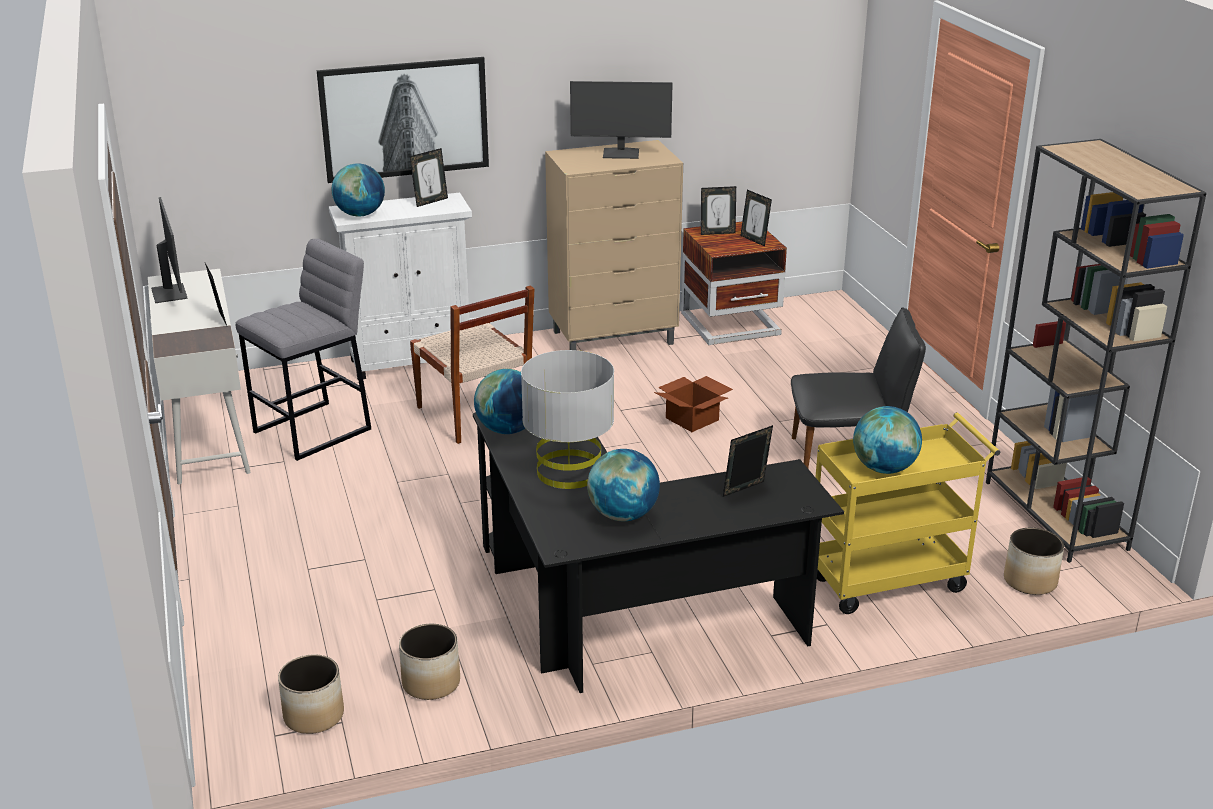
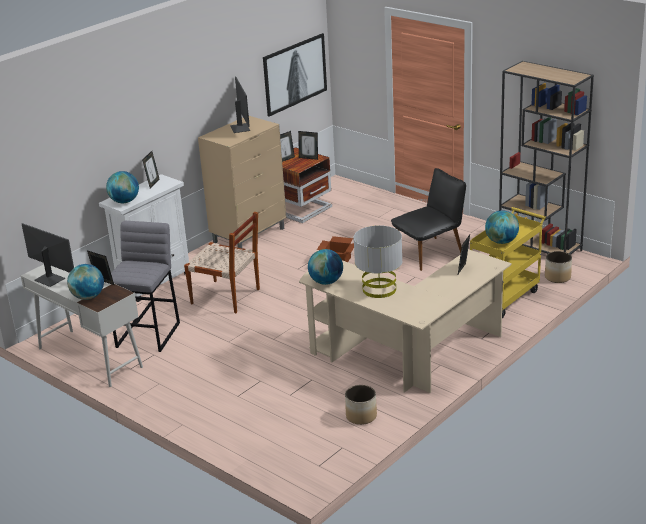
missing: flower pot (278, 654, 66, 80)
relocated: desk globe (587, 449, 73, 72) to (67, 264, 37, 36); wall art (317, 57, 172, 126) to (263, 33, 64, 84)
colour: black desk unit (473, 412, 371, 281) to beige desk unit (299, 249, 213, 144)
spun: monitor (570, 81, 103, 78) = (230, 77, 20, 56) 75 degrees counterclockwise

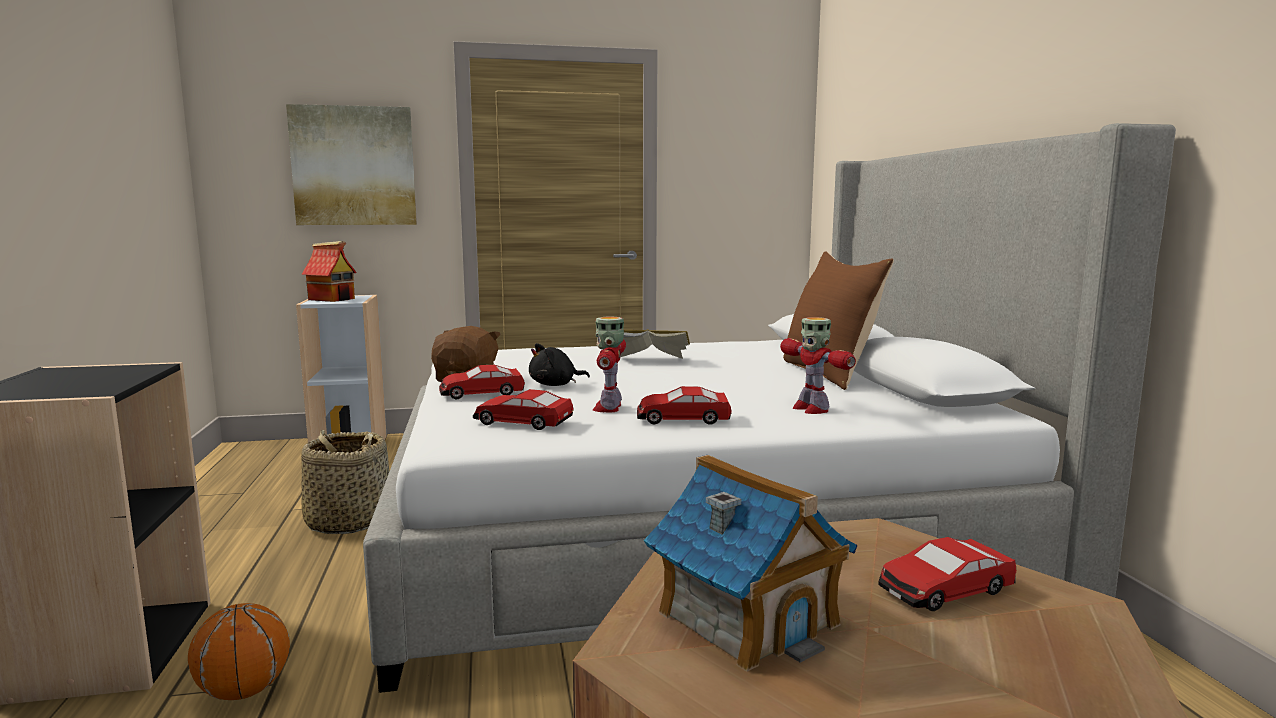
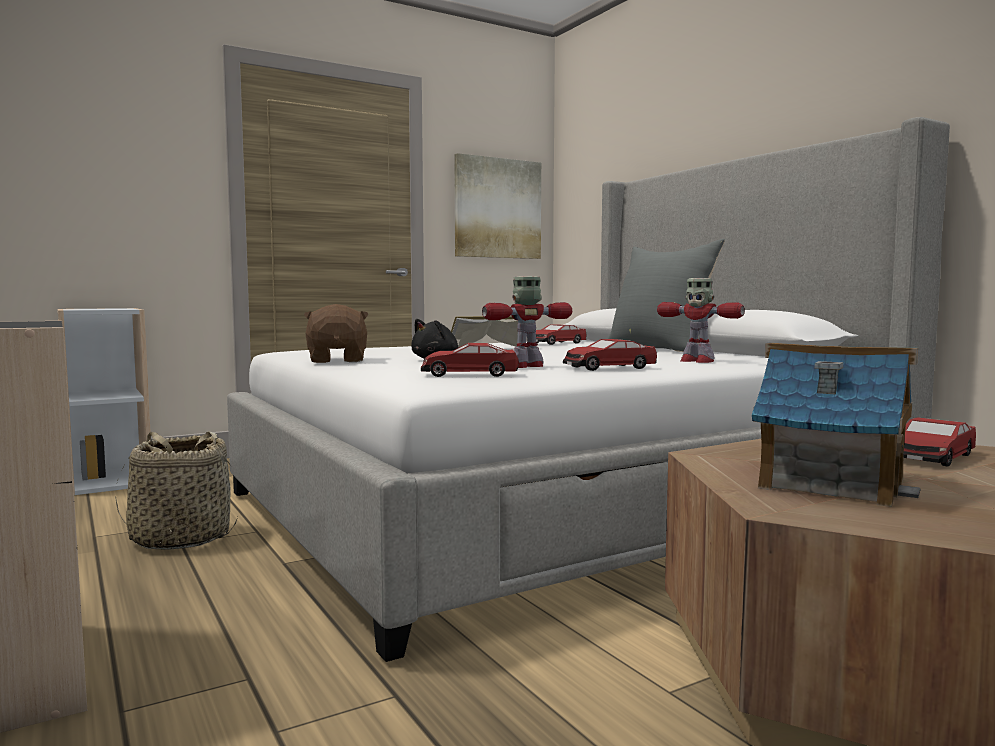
missing: basketball (188, 603, 102, 97); model house (301, 241, 56, 61)
relocated: wall art (286, 104, 131, 121) to (454, 153, 87, 106); miniature car (439, 365, 86, 34) to (536, 325, 51, 20)
colour: brown-coloured cushion (783, 252, 111, 138) to grey cushion (607, 239, 118, 113)
spun: robot figure (593, 316, 33, 97) = (482, 276, 90, 92) 75 degrees clockwise

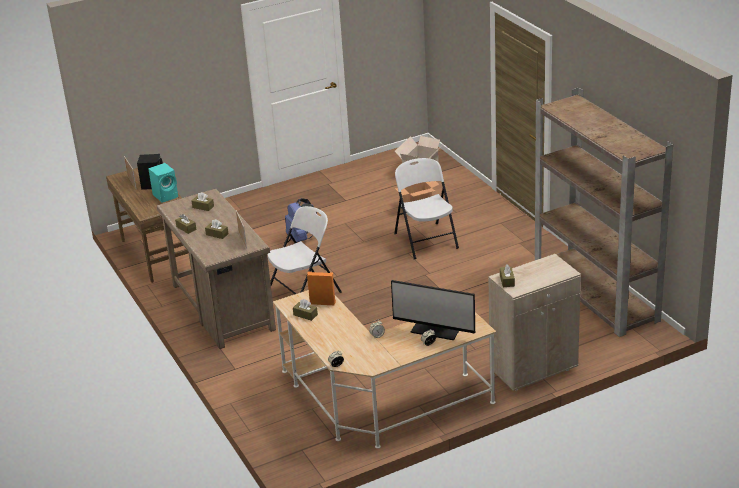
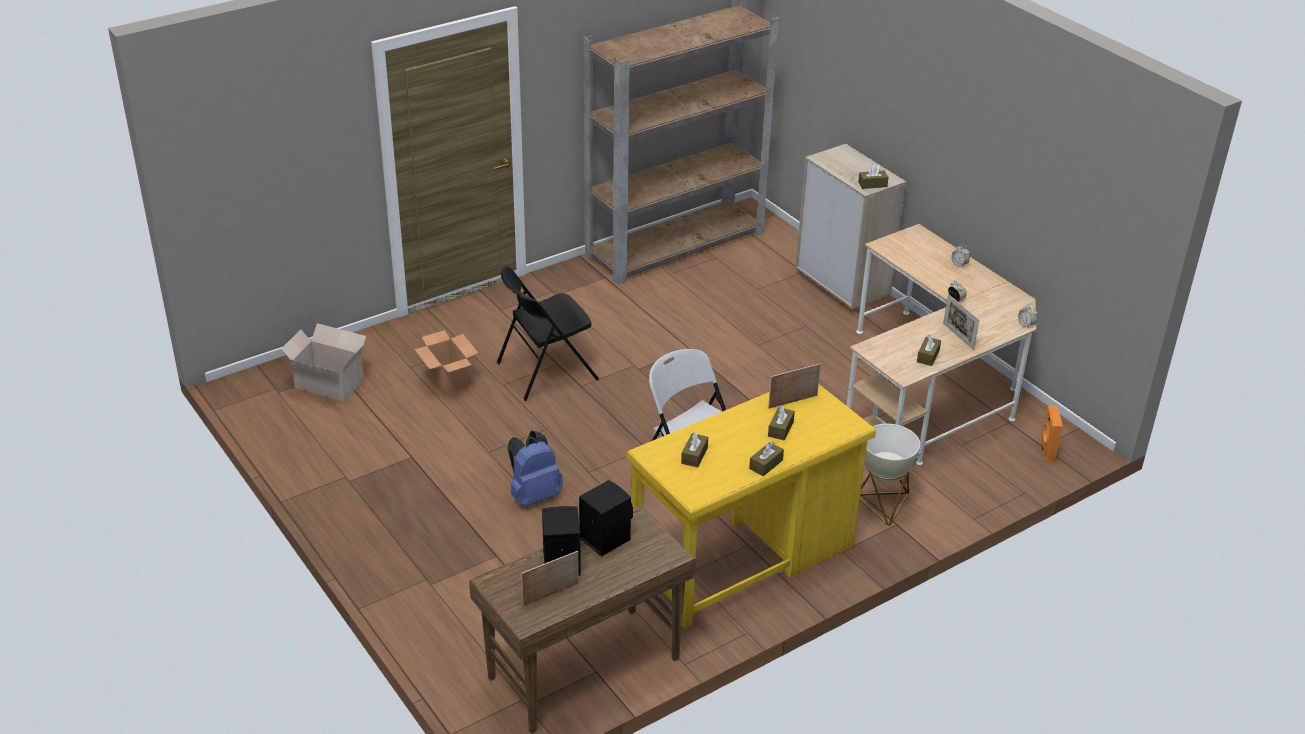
missing: monitor (391, 280, 84, 60)
appeared: flower pot (860, 424, 60, 101); picture frame (943, 294, 36, 56)
relocated: orange-coloured loudspeaker (307, 272, 29, 33) to (1040, 405, 23, 57)
colour: white-coloured upright chair (394, 158, 65, 101) to black upright chair (497, 266, 102, 135); blue-green loudspeaker (148, 163, 30, 39) to black loudspeaker (579, 480, 54, 77); brown-coloured desk unit (157, 188, 119, 161) to yellow-coloured desk unit (626, 384, 250, 245)

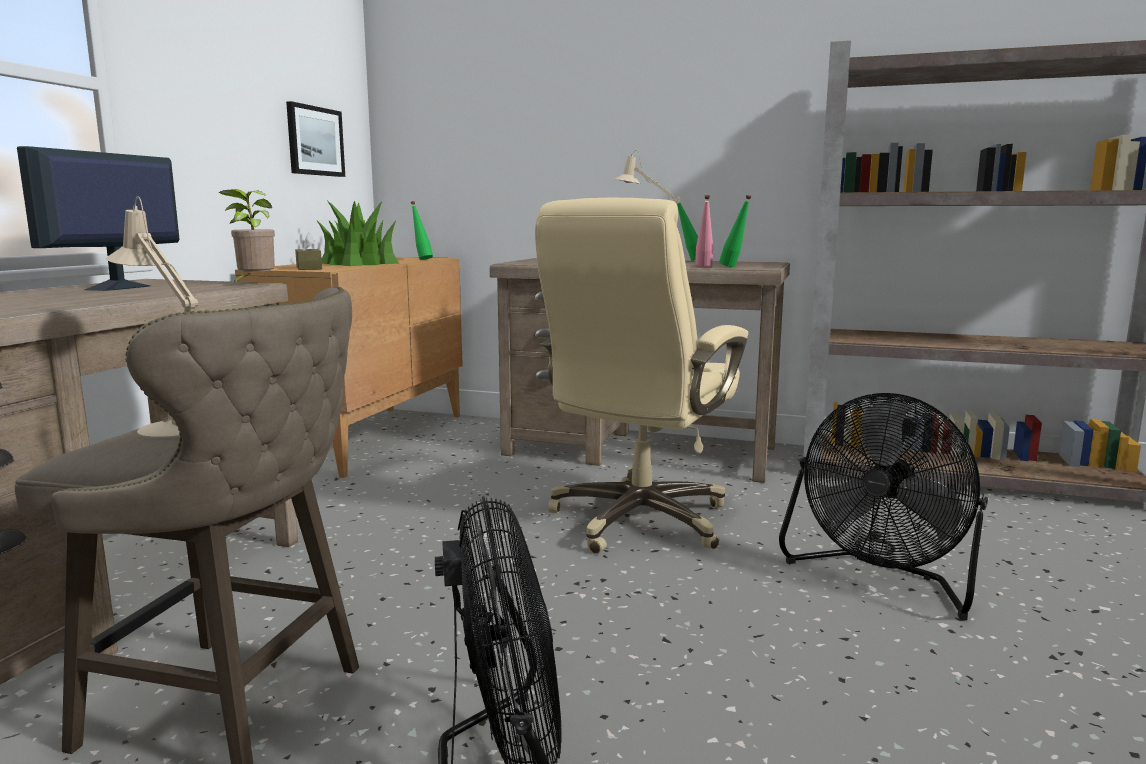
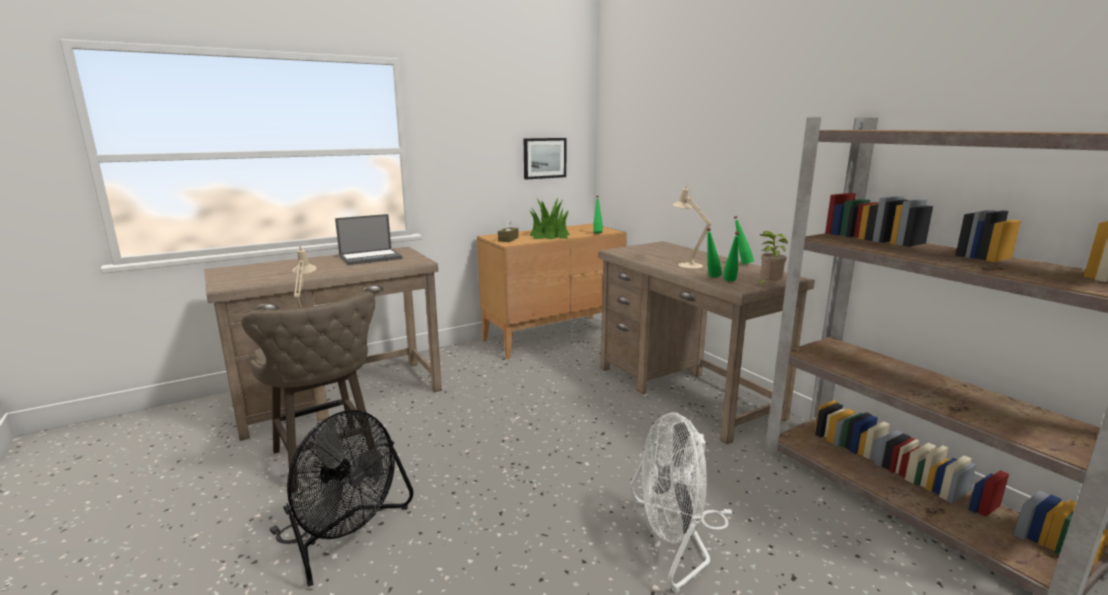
missing: beige computer chair (535, 198, 213, 356)
relocated: plant in a pot (219, 189, 56, 94) to (756, 231, 32, 55)
exchanged: monitor (17, 146, 162, 145) to laptop (335, 214, 67, 51)
colour: black fan (779, 393, 209, 227) to white-coloured fan (630, 412, 105, 182); pink beverage bottle (695, 195, 18, 72) to green beverage bottle (707, 228, 15, 50)

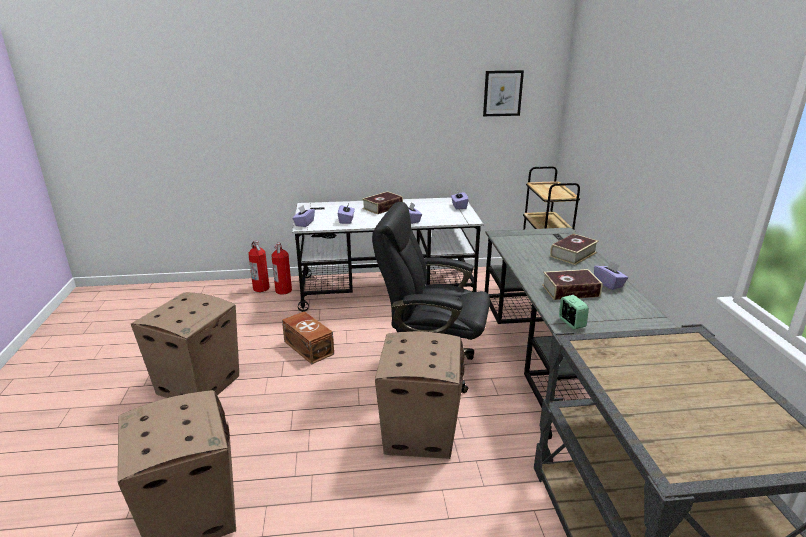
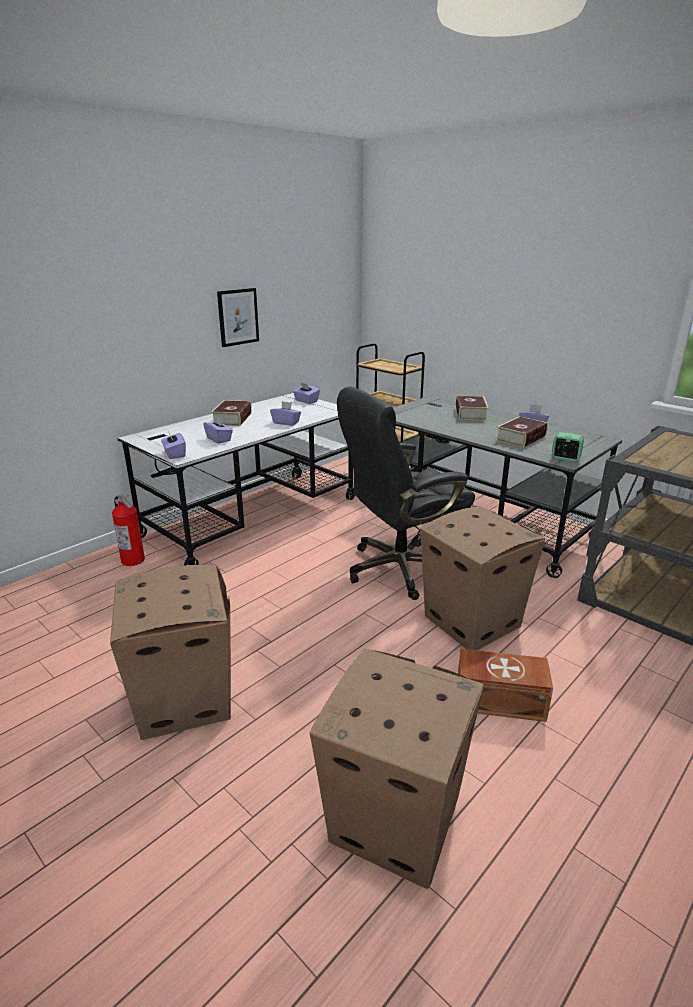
missing: fire extinguisher (248, 241, 22, 51)
relocated: wall art (483, 70, 41, 46) to (217, 288, 42, 59); brown-coloured storage box (282, 311, 52, 53) to (458, 649, 95, 73)

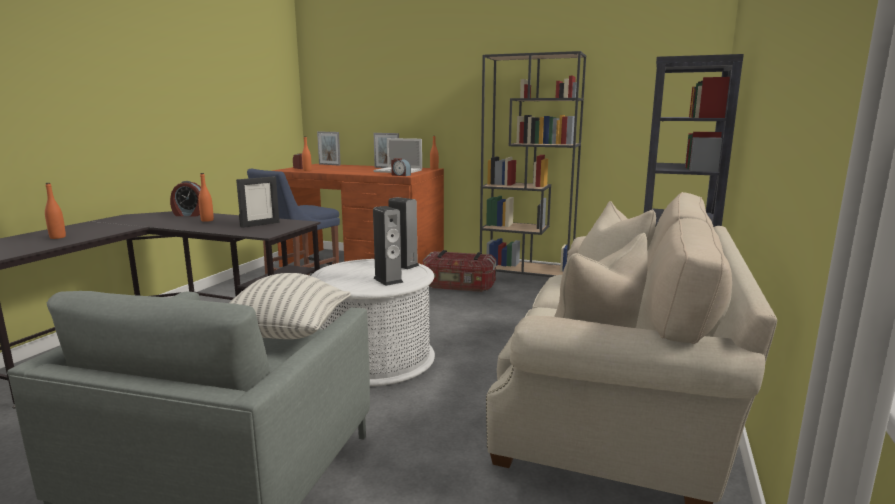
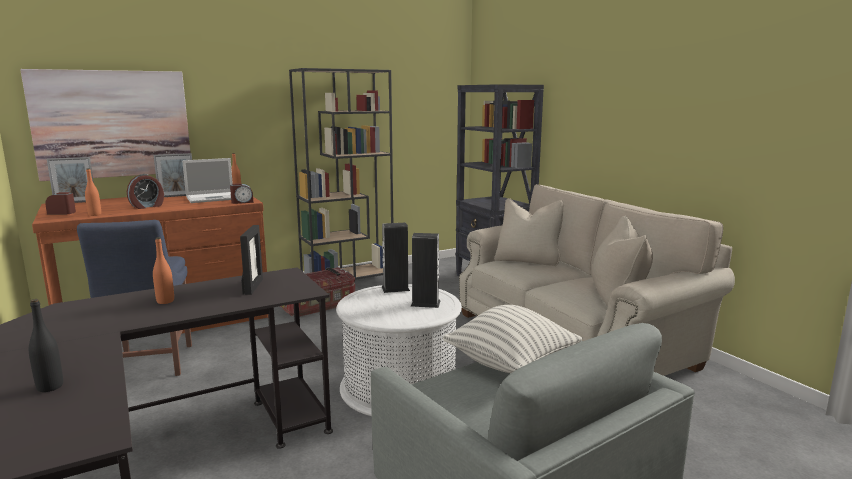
appeared: wall art (20, 69, 171, 112)
relocated: bedside clock (170, 181, 31, 36) to (127, 174, 37, 35)
colour: orange-coloured beverage bottle (45, 183, 21, 56) to black beverage bottle (29, 299, 34, 93)

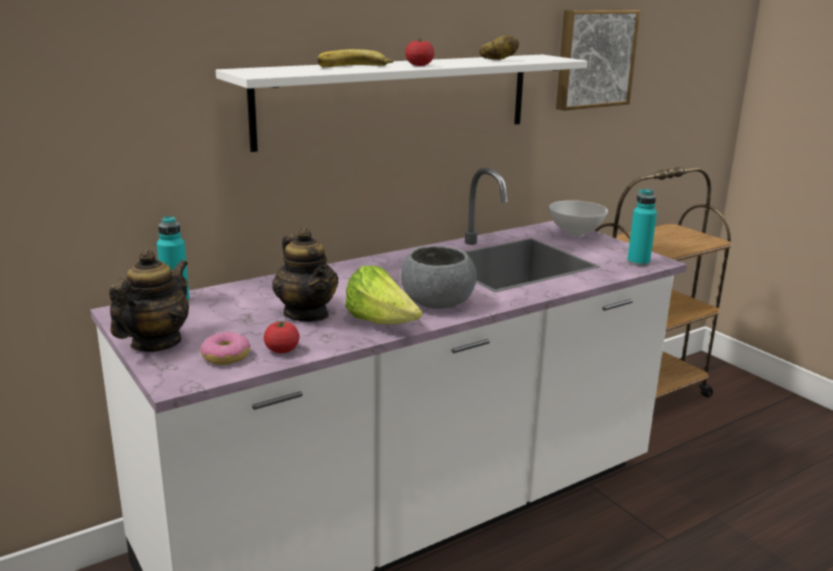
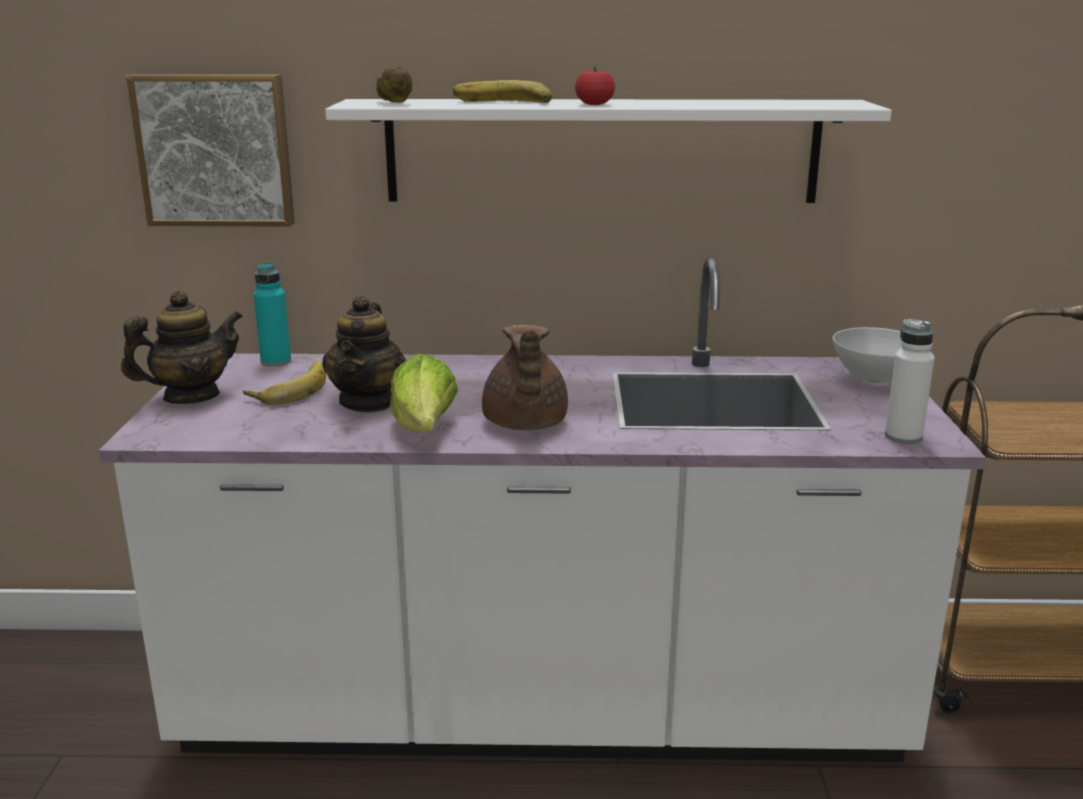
missing: doughnut (200, 331, 51, 34); fresh tomato (264, 320, 36, 33)
appeared: banana (243, 361, 83, 44)
relocated: wall art (556, 9, 85, 102) to (126, 74, 169, 153); spud (479, 35, 40, 25) to (376, 66, 37, 37)
exchanged: grey bowl (401, 246, 76, 63) to brown-coloured pot for tea (482, 325, 86, 105)
colour: blue-green beverage bottle (627, 189, 30, 77) to white-coloured beverage bottle (885, 319, 50, 125)

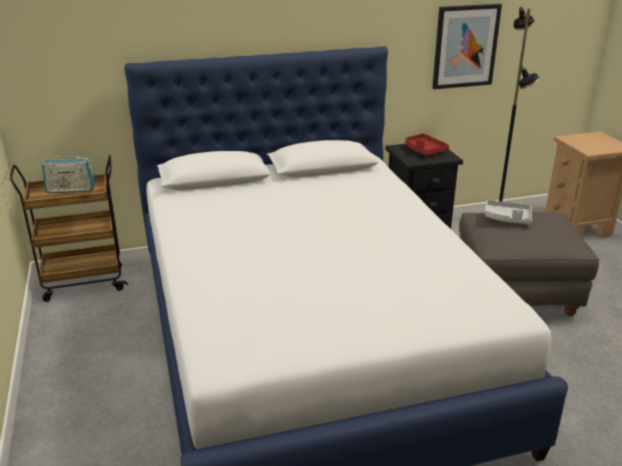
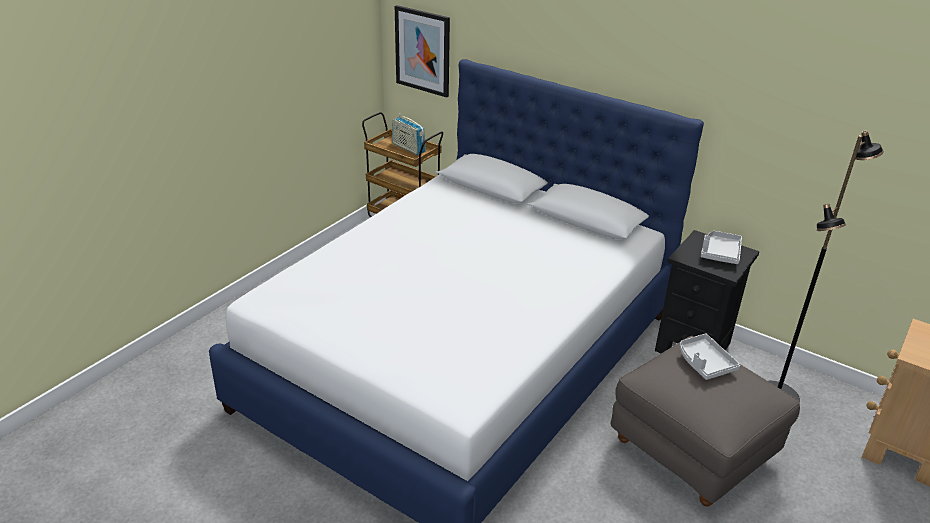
relocated: wall art (432, 4, 70, 85) to (395, 5, 55, 93)
colour: red carrying tray (405, 134, 44, 21) to grey carrying tray (701, 231, 41, 33)

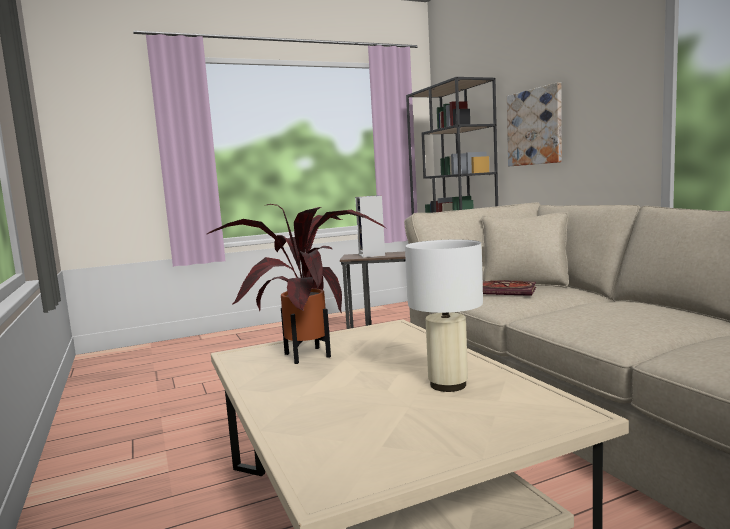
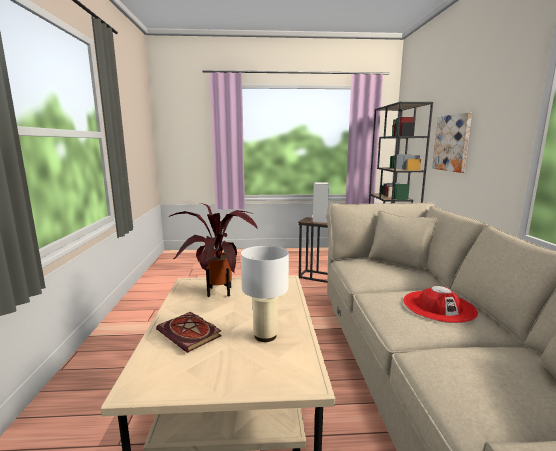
appeared: red hat (403, 286, 75, 37)
relocated: volume (483, 280, 53, 16) to (156, 312, 66, 41)

